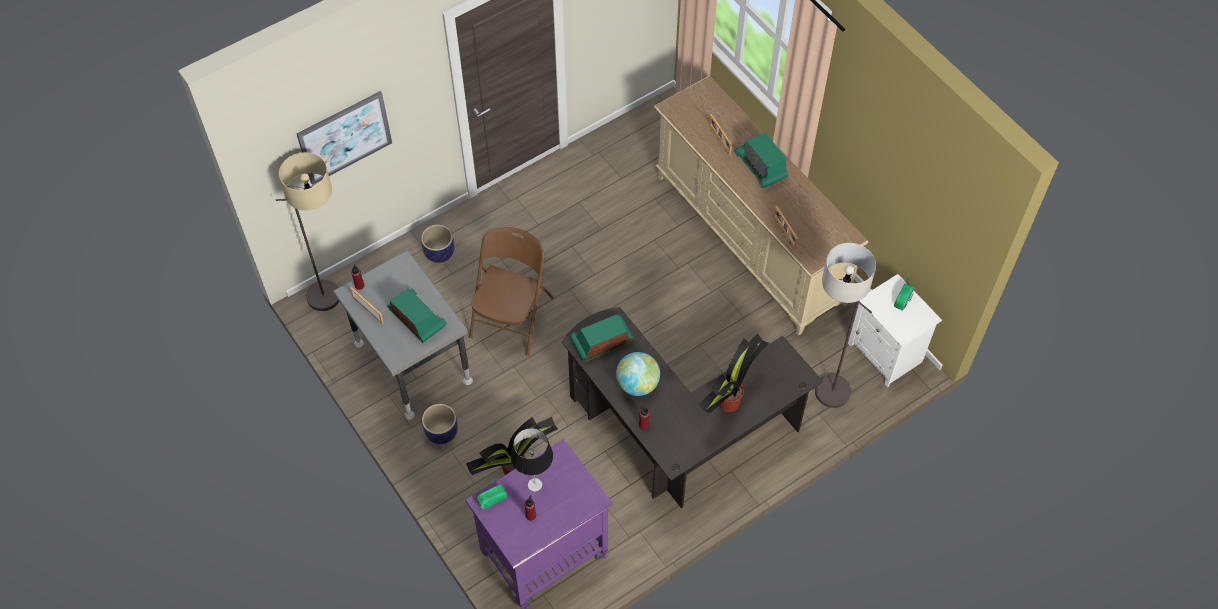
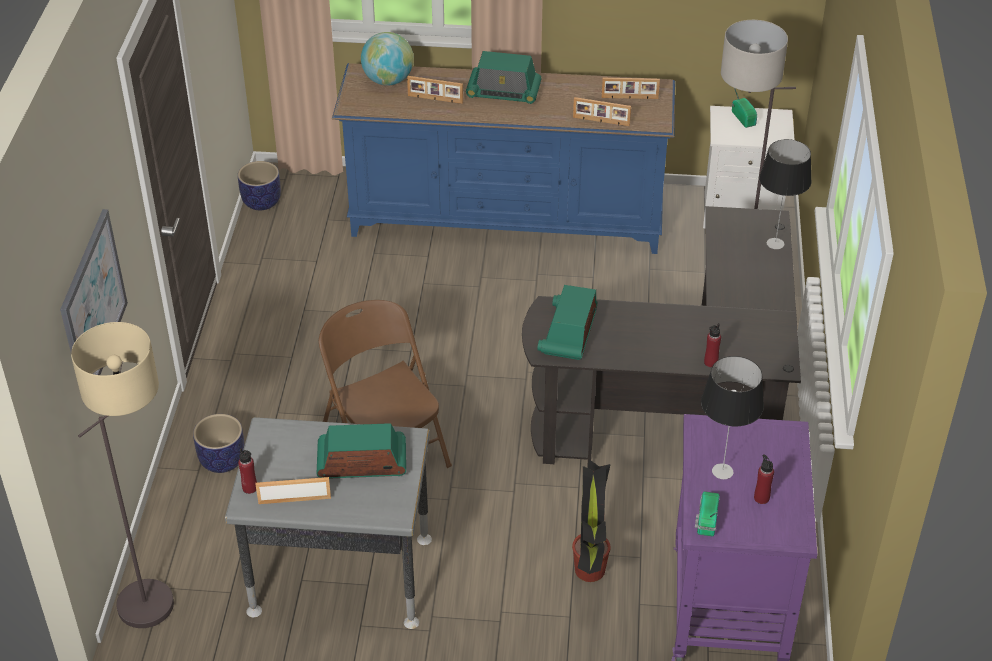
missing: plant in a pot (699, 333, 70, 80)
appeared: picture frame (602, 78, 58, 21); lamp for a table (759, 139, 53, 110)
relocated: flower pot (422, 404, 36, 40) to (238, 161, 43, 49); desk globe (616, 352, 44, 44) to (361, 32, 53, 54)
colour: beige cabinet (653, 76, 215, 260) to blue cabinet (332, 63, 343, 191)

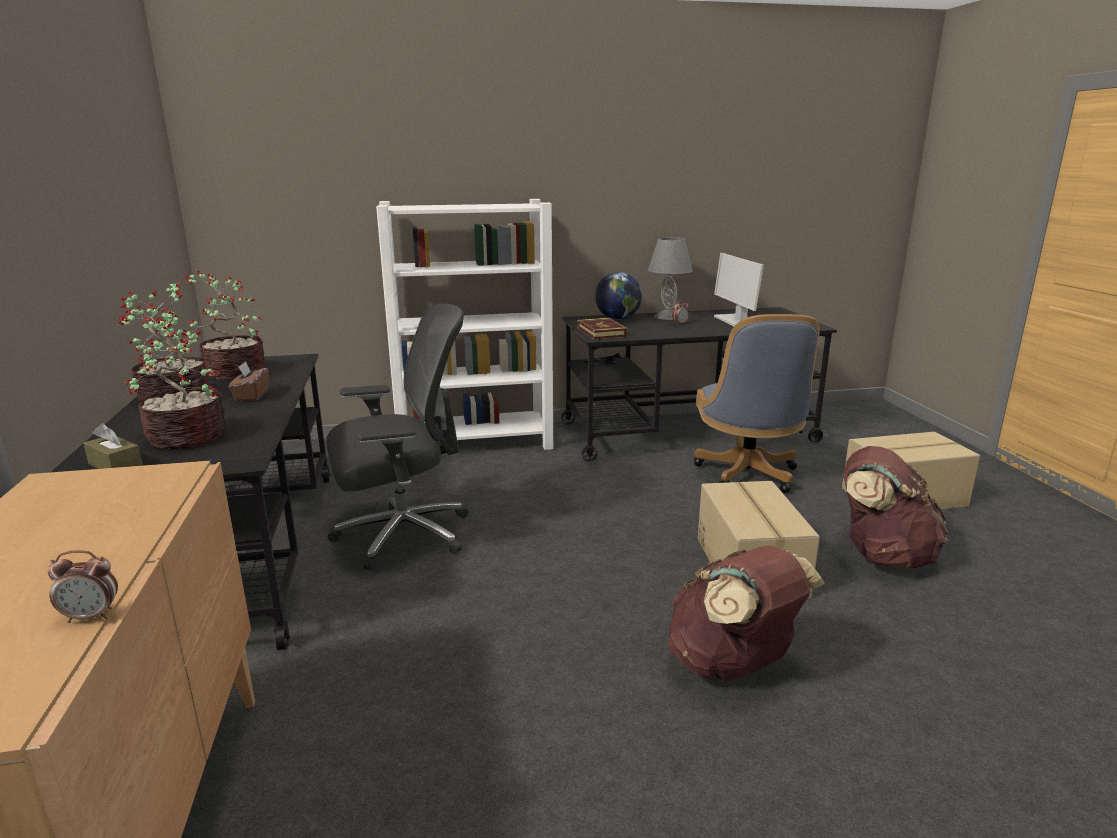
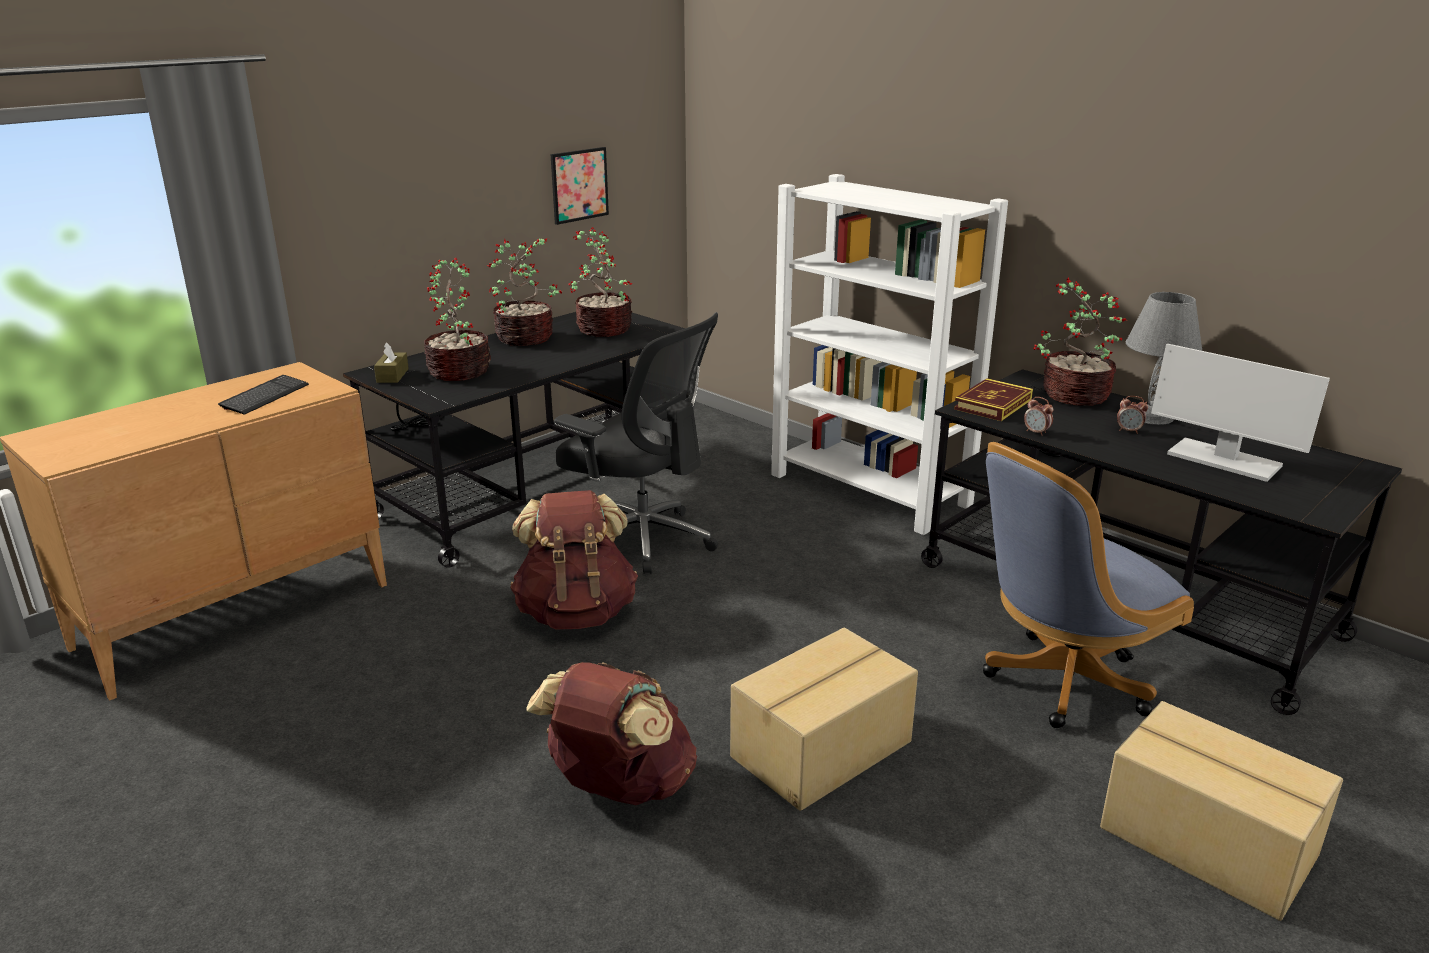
missing: brown-coloured box of tissues (228, 361, 41, 40)
appeared: computer keyboard (218, 375, 91, 40); wall art (550, 147, 59, 78)
relocated: brown-coloured backpack (843, 446, 105, 122) to (510, 490, 128, 139); bedside clock (48, 550, 70, 73) to (1024, 397, 30, 39)
exchanged: desk globe (595, 272, 47, 48) to plant in a pot (1033, 277, 94, 129)
spun: monitor (714, 253, 50, 74) = (1151, 344, 179, 138) 90 degrees counterclockwise

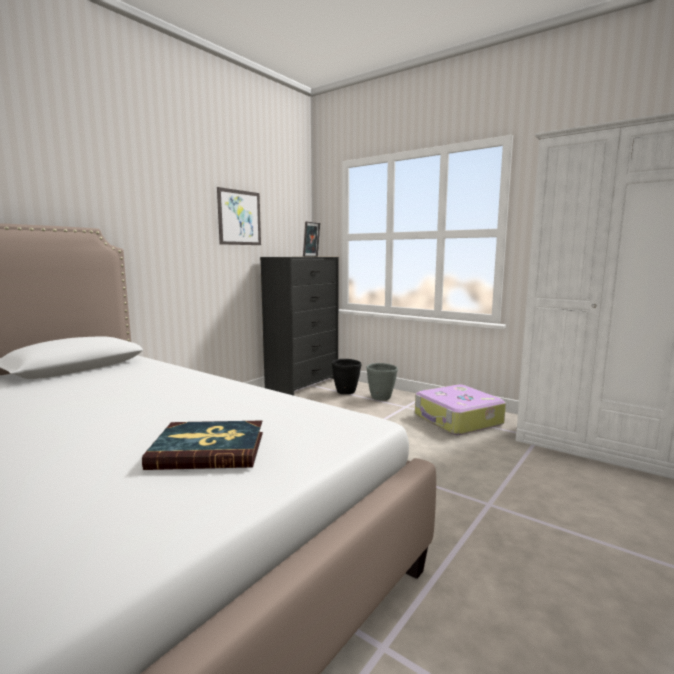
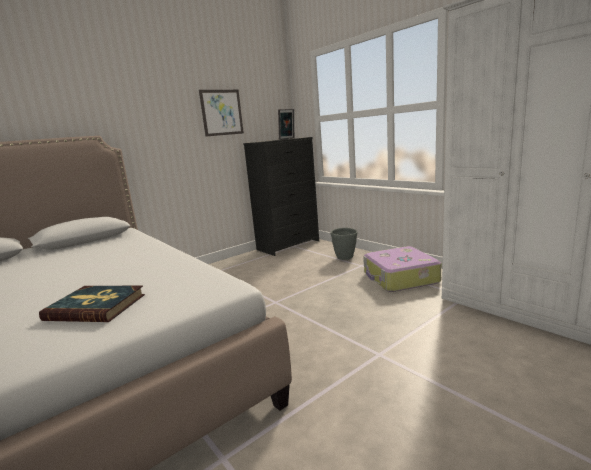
missing: black flower pot (332, 359, 29, 35)

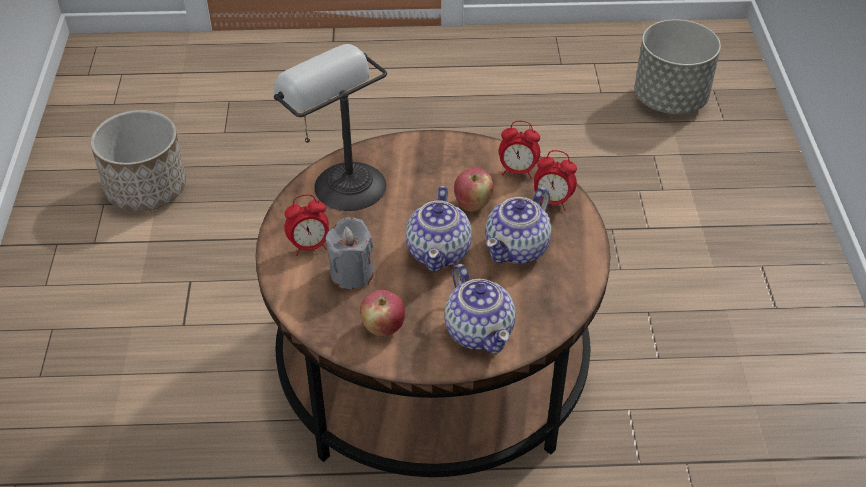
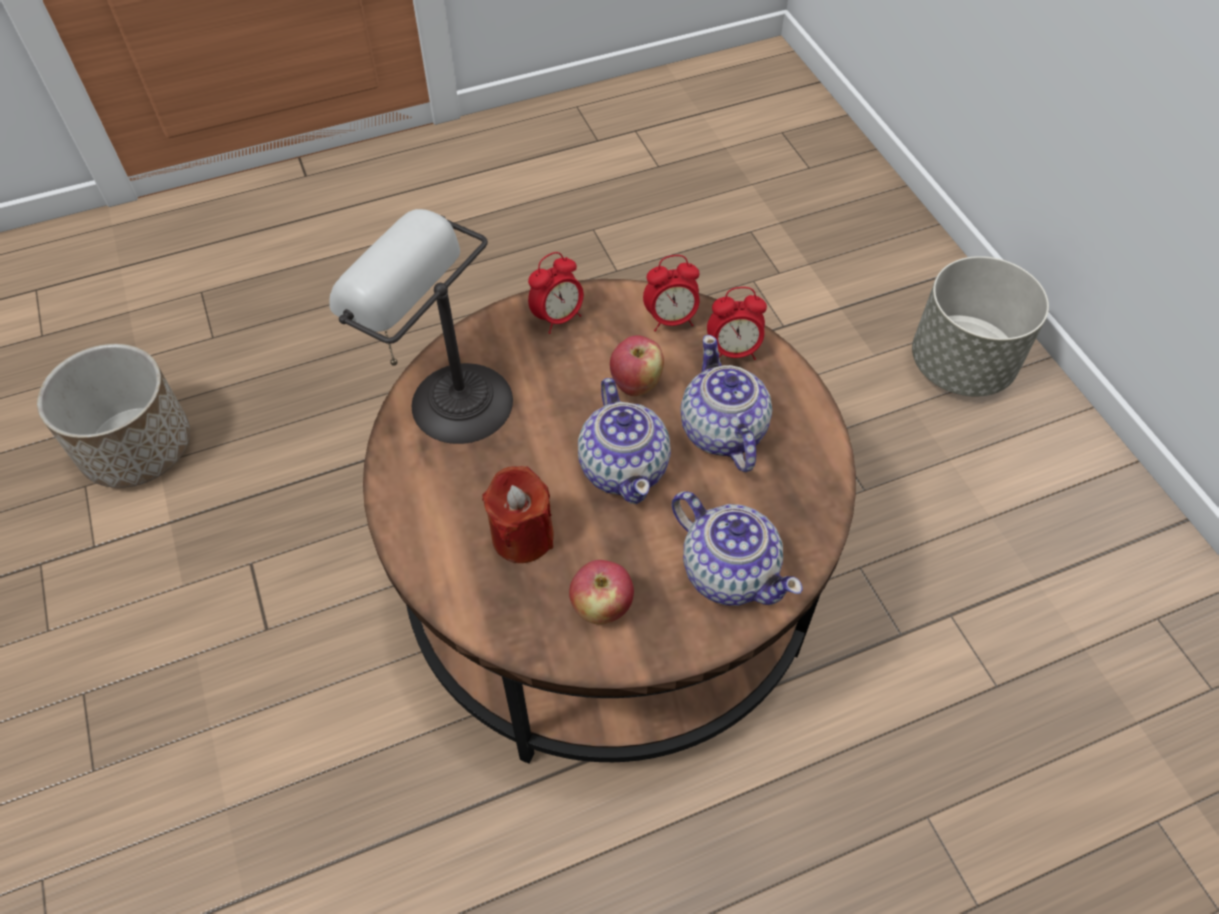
relocated: bedside clock (284, 194, 45, 62) to (528, 252, 56, 82); grey flower pot (634, 20, 87, 94) to (912, 256, 137, 141)
colour: grey wax candle (326, 217, 48, 72) to red wax candle (482, 466, 72, 97)
spun: pot for tea (485, 187, 67, 77) = (680, 335, 92, 137) 150 degrees clockwise

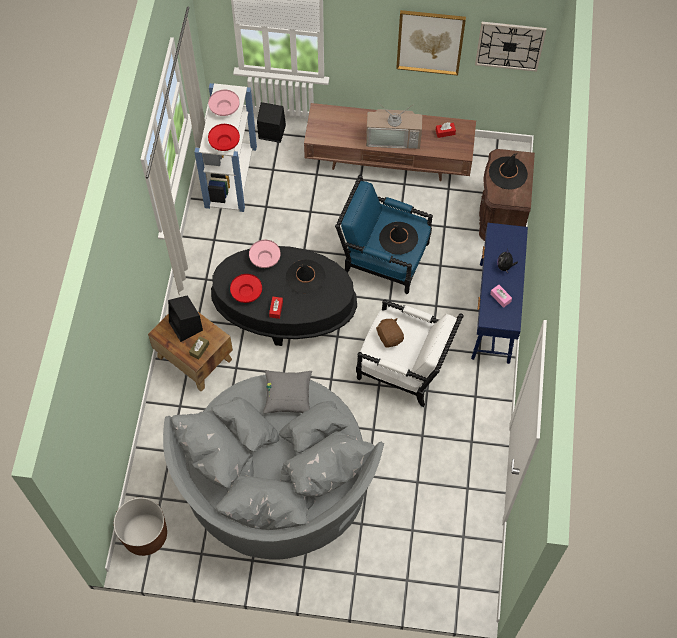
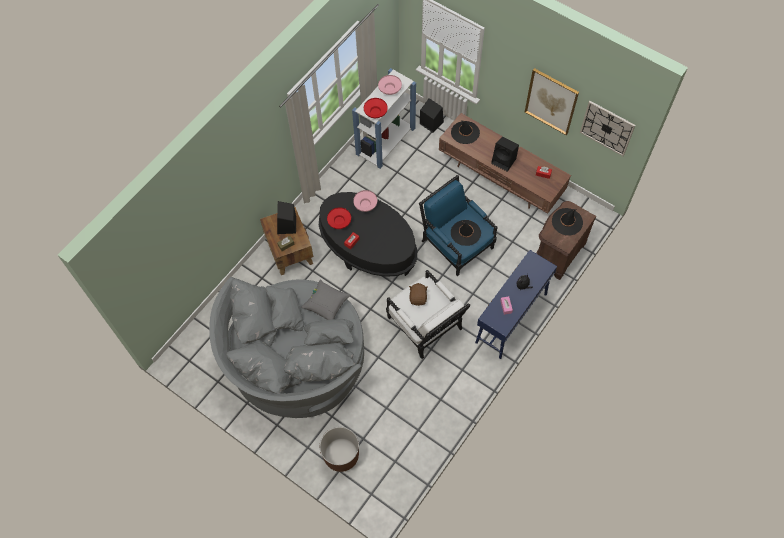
relocated: brown-coloured flower pot (114, 497, 53, 59) to (320, 427, 39, 45); black hat (286, 260, 40, 34) to (451, 120, 29, 24)
exchanged: television (366, 104, 56, 45) to black loudspeaker (491, 137, 28, 35)

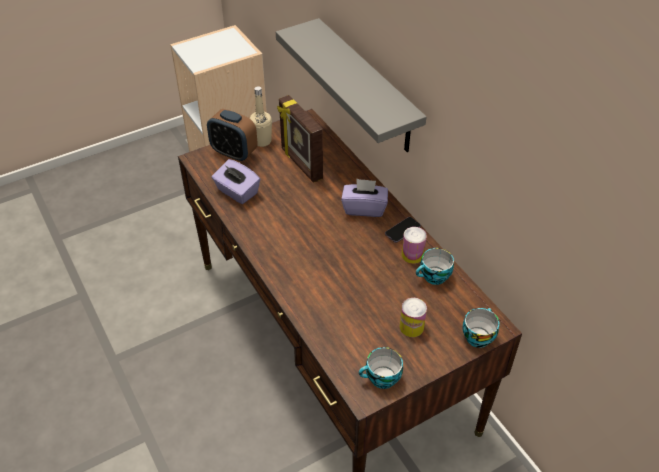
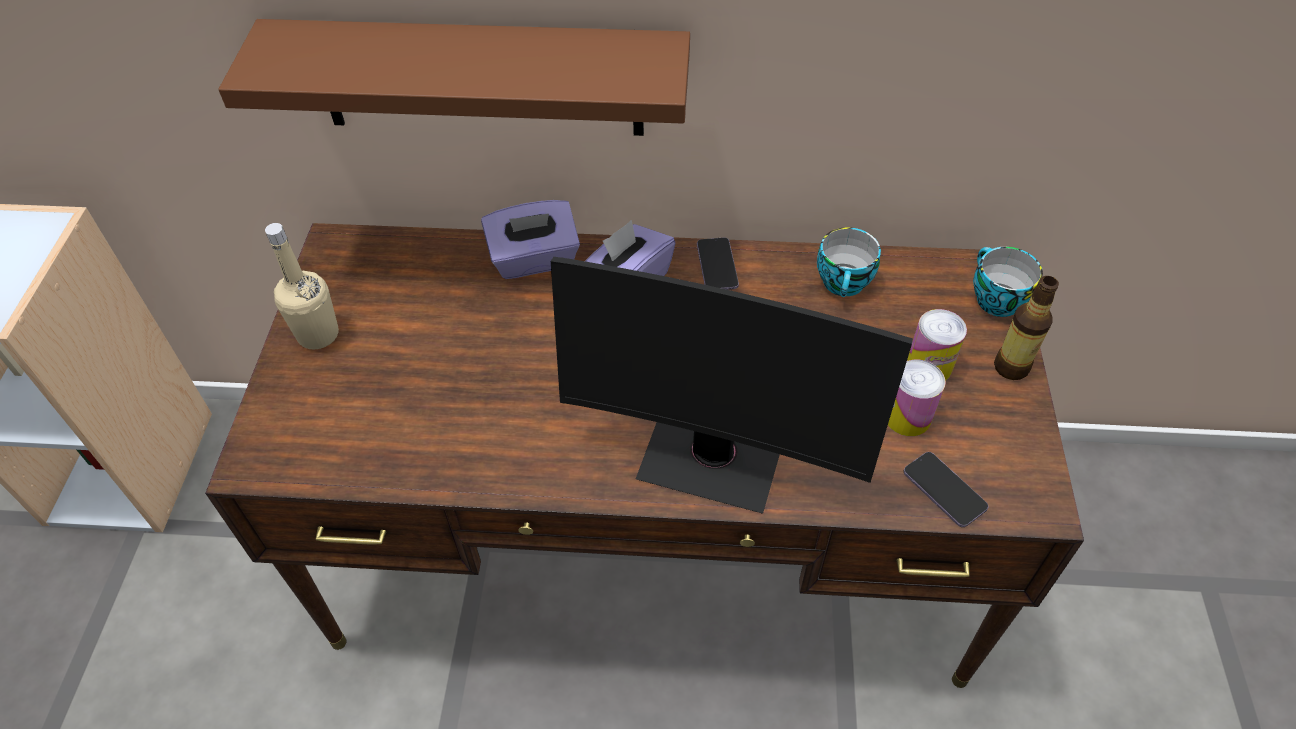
missing: bedside clock (207, 109, 51, 53); picture frame (277, 95, 46, 88); drinking cup (359, 347, 44, 42)
appeared: monitor (551, 257, 362, 257); phone (903, 452, 86, 75); beverage bottle (994, 276, 65, 104)
relocated: purple-coloured box of tissues (212, 159, 48, 45) to (481, 200, 99, 79); metal can (401, 227, 26, 37) to (888, 360, 58, 76)
colour: grey bracket shelf (276, 18, 150, 134) to brown-coloured bracket shelf (218, 19, 472, 117)

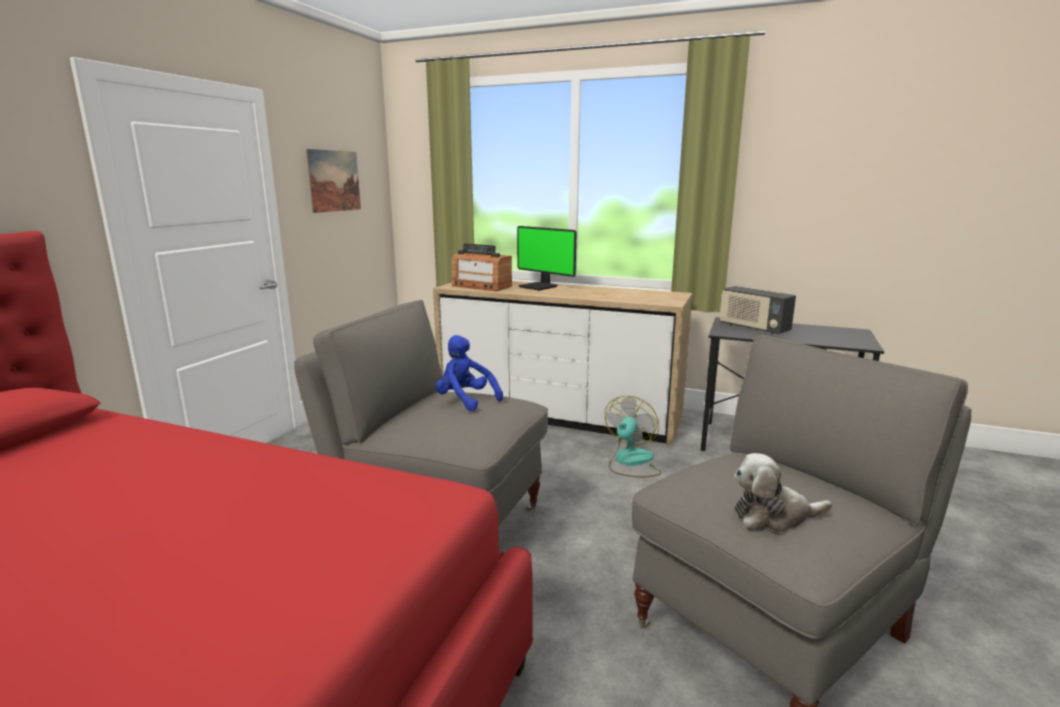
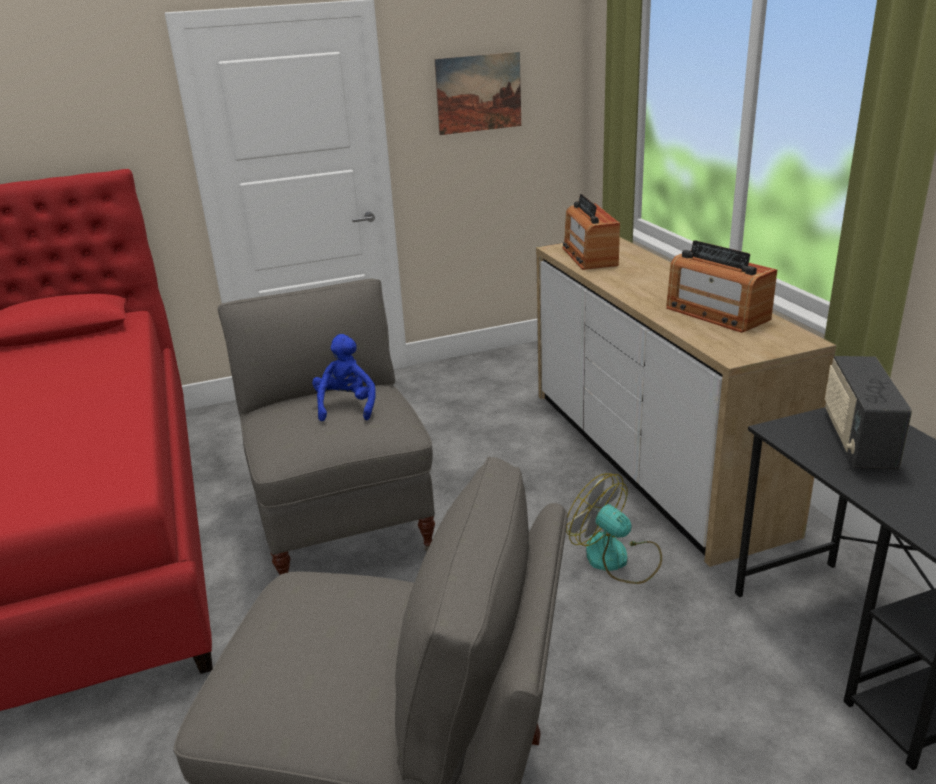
missing: monitor (517, 226, 60, 65); soft toy (734, 453, 98, 79)
appeared: radio receiver (666, 240, 111, 93)
spun: fan (605, 396, 56, 82) = (566, 474, 96, 110) 120 degrees counterclockwise

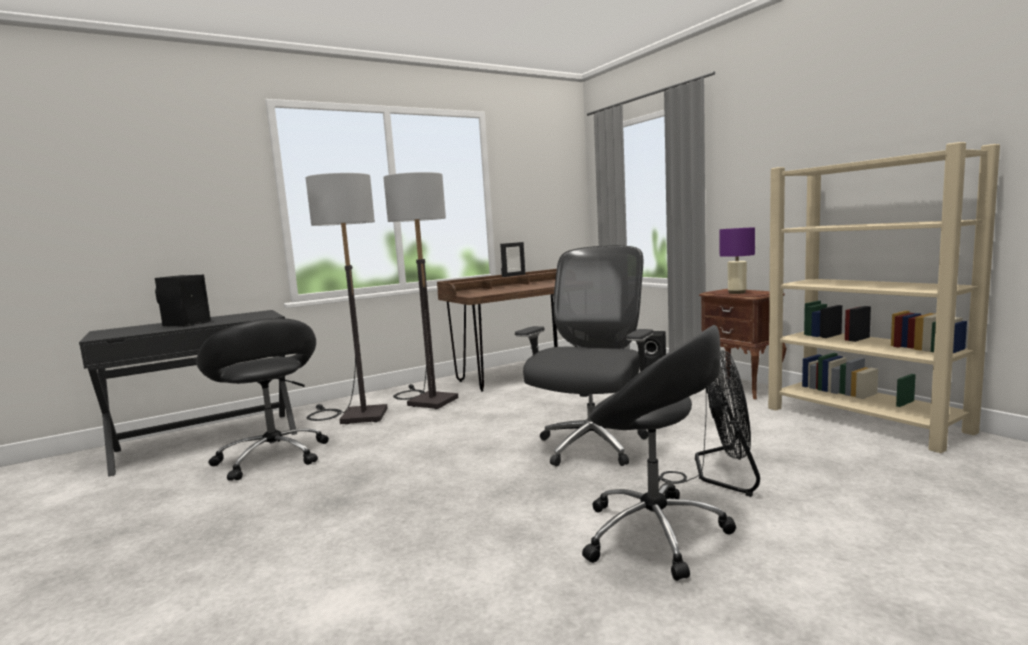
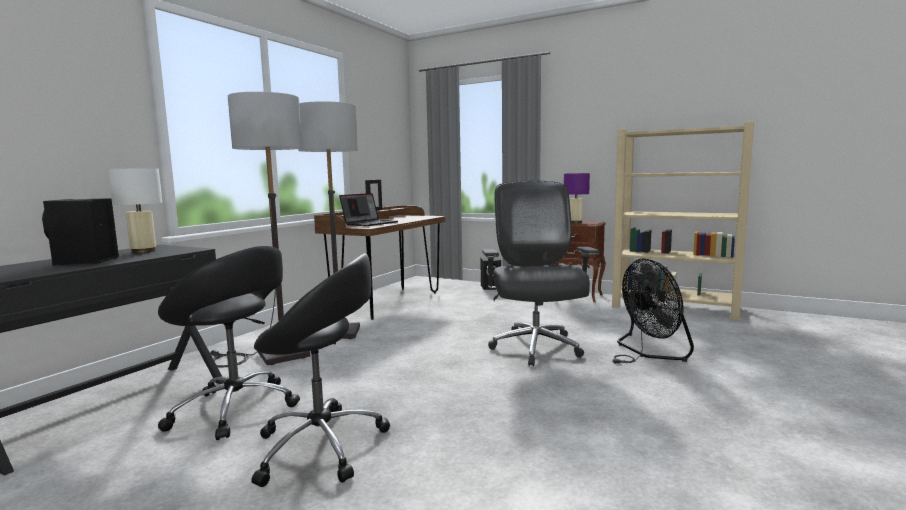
appeared: white-coloured lamp for a table (108, 168, 54, 85); laptop (339, 193, 59, 33)
relocated: black computer chair (582, 325, 154, 256) to (251, 253, 139, 234)

